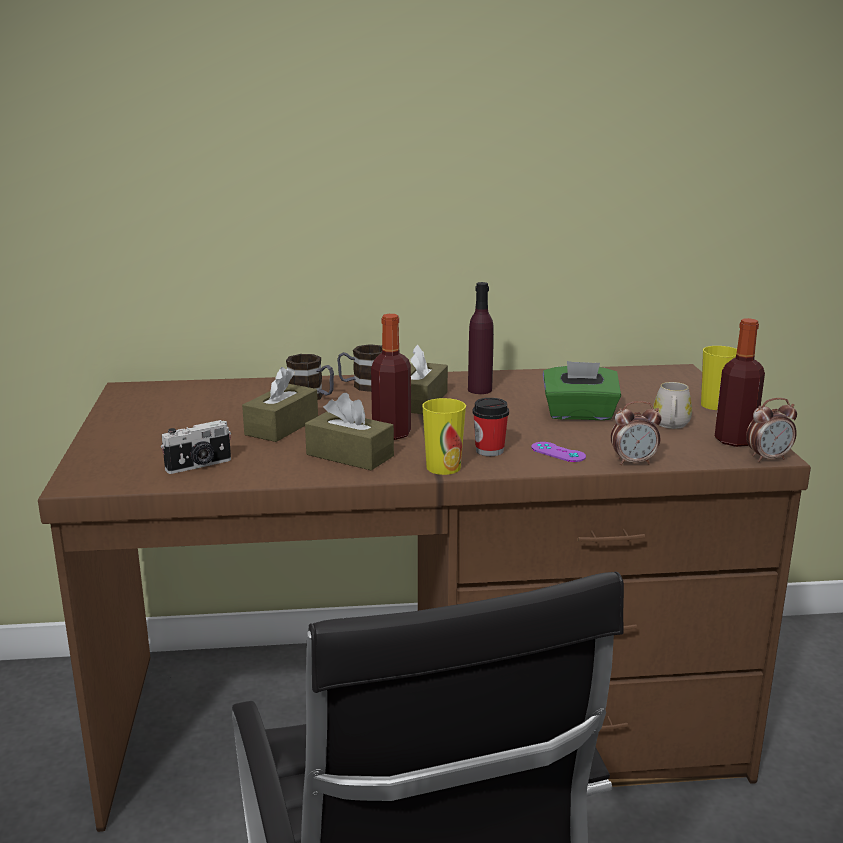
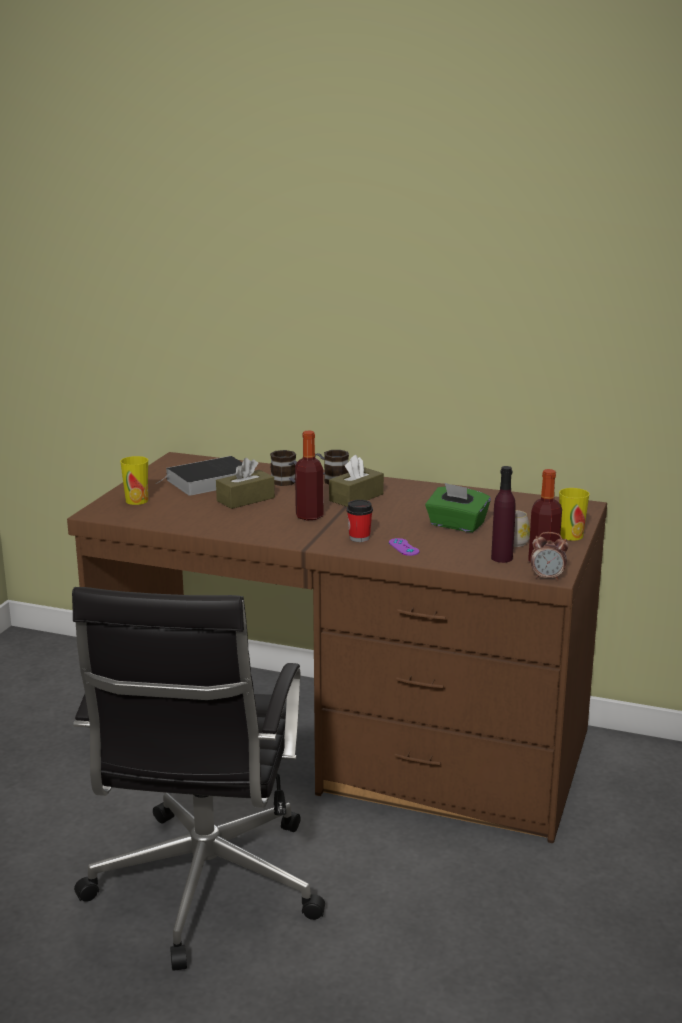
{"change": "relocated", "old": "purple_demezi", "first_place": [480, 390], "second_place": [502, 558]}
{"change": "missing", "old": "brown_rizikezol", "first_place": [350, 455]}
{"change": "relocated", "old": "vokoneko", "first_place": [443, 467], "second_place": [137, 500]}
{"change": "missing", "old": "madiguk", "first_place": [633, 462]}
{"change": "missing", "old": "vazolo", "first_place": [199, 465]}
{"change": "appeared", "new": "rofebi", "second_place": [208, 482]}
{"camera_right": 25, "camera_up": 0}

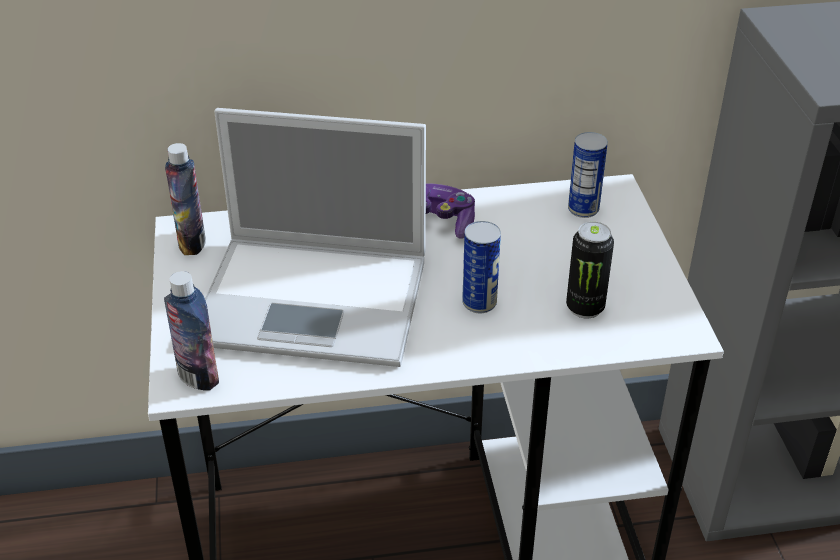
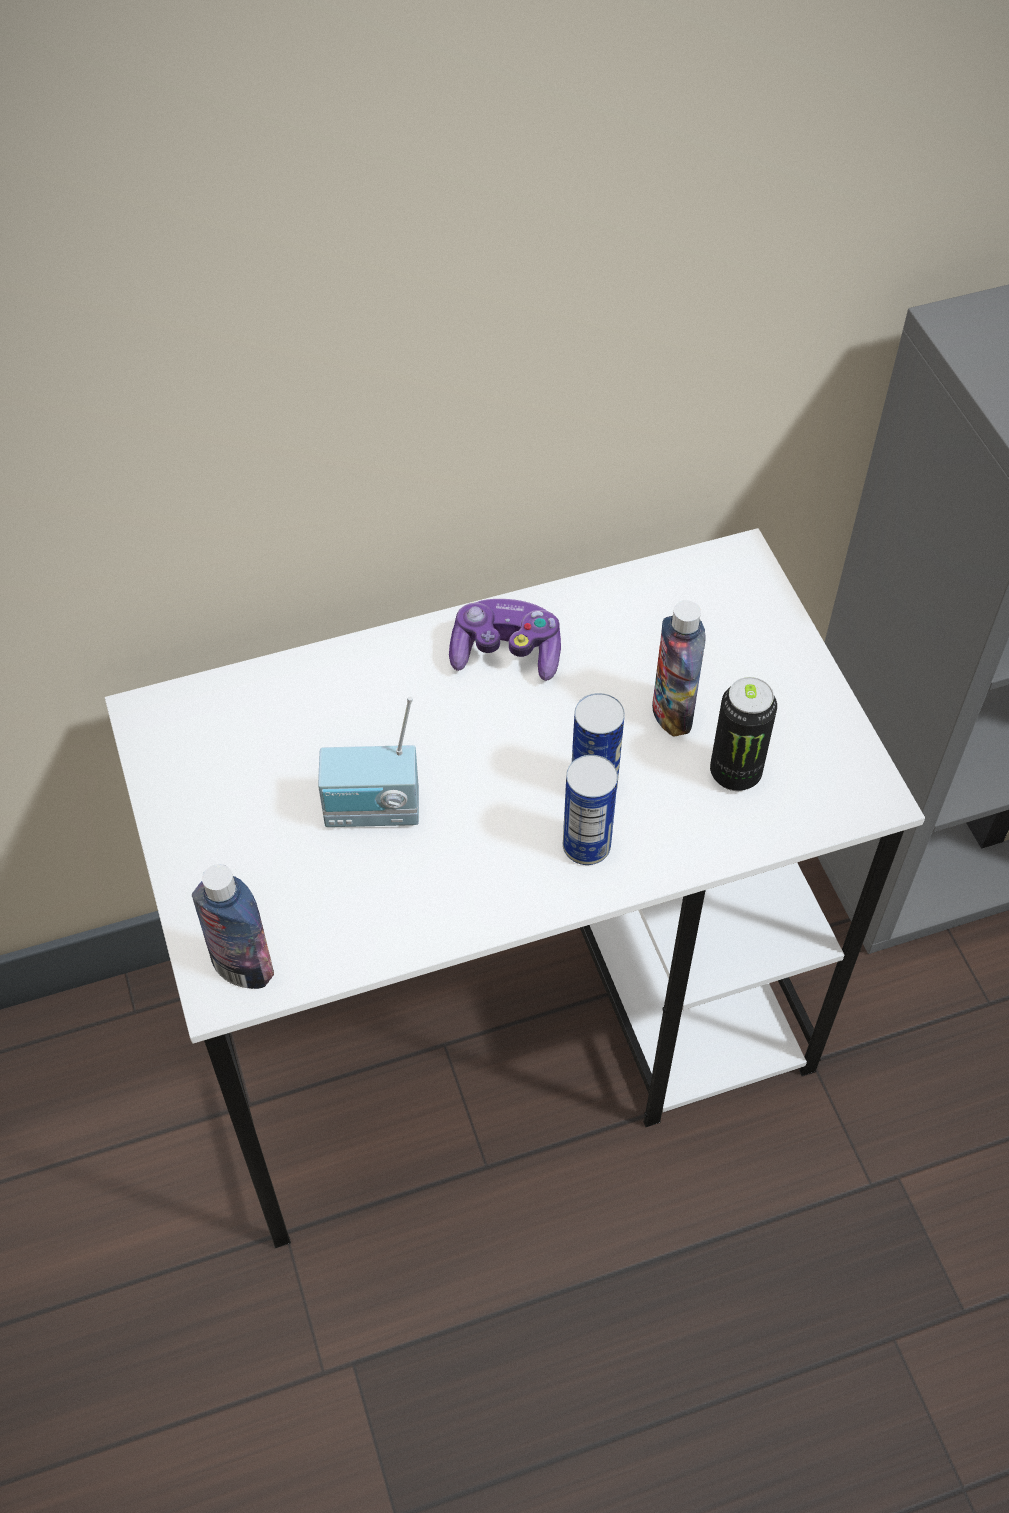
{"change": "exchanged", "old": "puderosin", "new": "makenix", "first_place": [317, 300], "second_place": [372, 813]}
{"change": "relocated", "old": "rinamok", "first_place": [583, 209], "second_place": [586, 846]}
{"change": "relocated", "old": "demezi", "first_place": [192, 243], "second_place": [672, 713]}
{"camera_right": -10, "camera_up": 15}

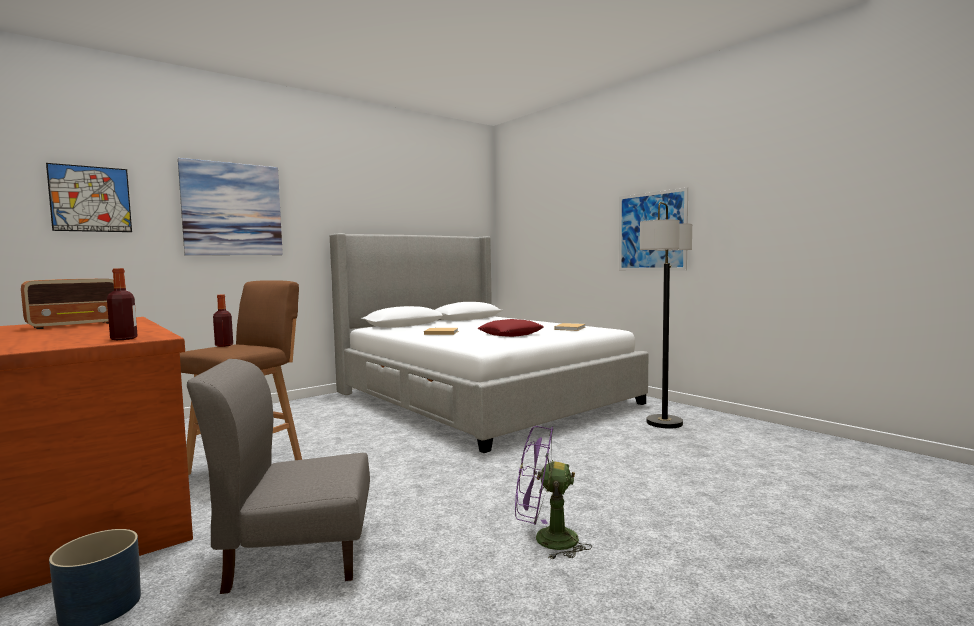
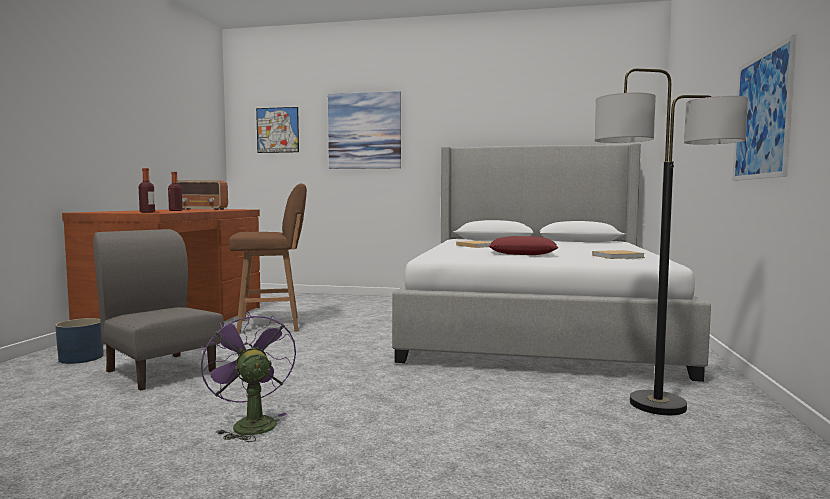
{"change": "relocated", "old": "demezi", "first_place": [224, 345], "second_place": [175, 210]}
{"camera_right": 50, "camera_up": 0}

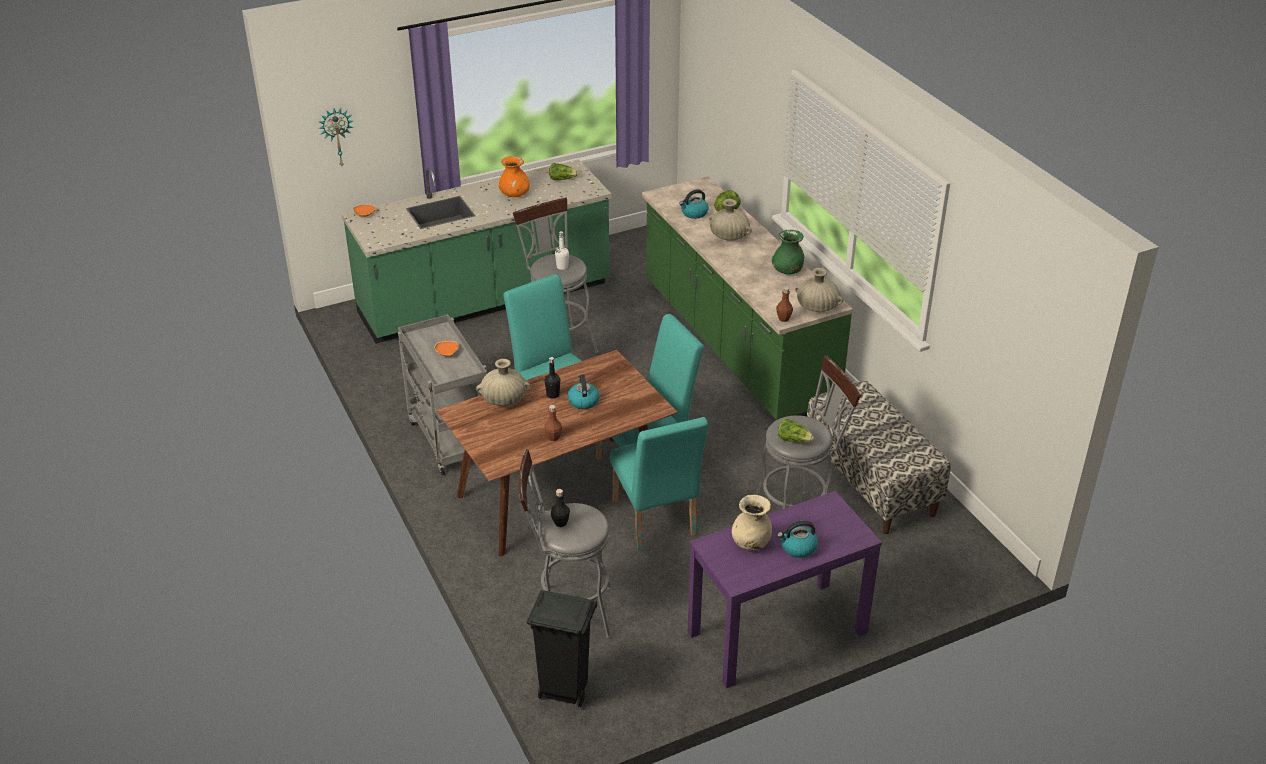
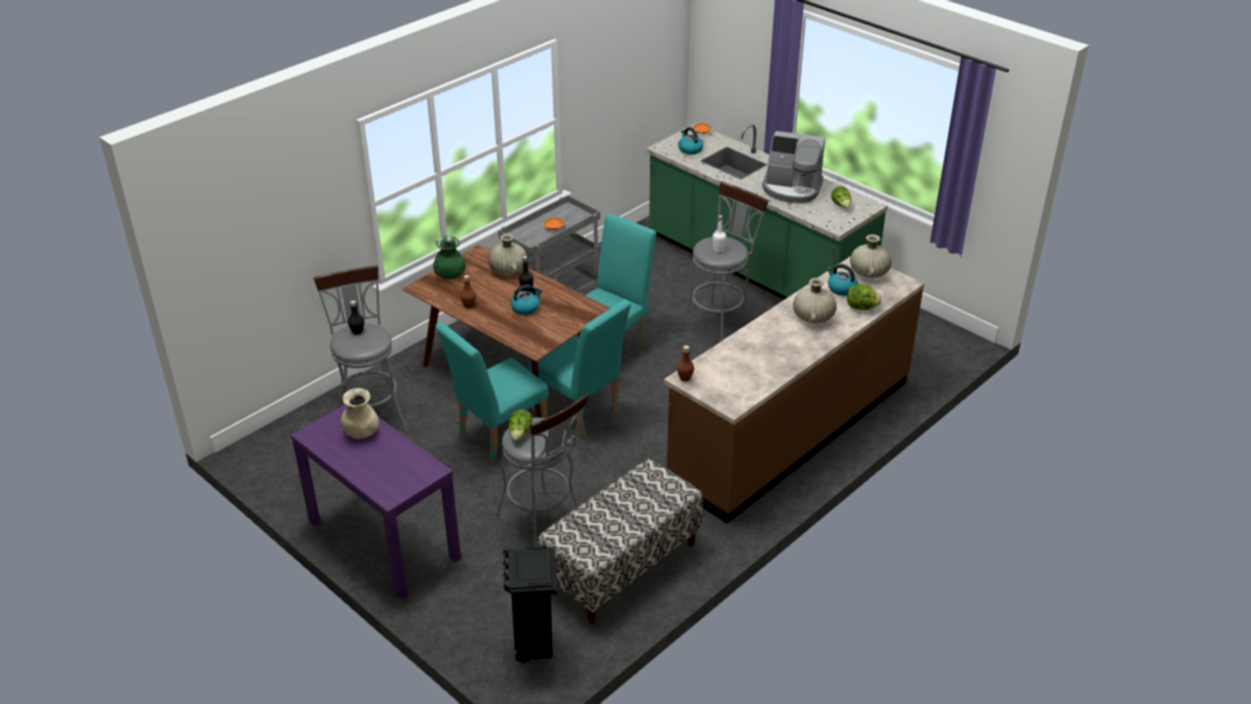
{"change": "missing", "old": "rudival", "first_place": [337, 136]}
{"change": "exchanged", "old": "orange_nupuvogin", "new": "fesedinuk", "first_place": [515, 195], "second_place": [792, 189]}
{"change": "colour", "old": "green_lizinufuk", "new": "brown_lizinufuk", "first_place": [735, 346], "second_place": [790, 430]}
{"change": "relocated", "old": "green_nupuvogin", "first_place": [787, 271], "second_place": [450, 275]}
{"change": "relocated", "old": "beige_nupuvogin", "first_place": [817, 307], "second_place": [868, 273]}
{"change": "relocated", "old": "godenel", "first_place": [798, 548], "second_place": [690, 149]}
{"change": "relocated", "old": "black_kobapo", "first_place": [564, 691], "second_place": [534, 644]}
{"camera_right": 70, "camera_up": 0}

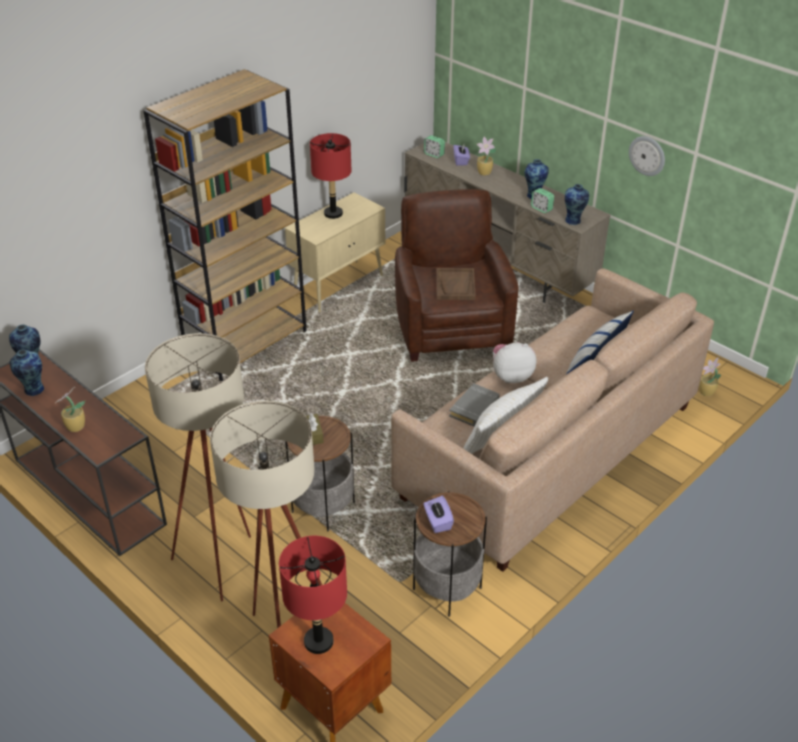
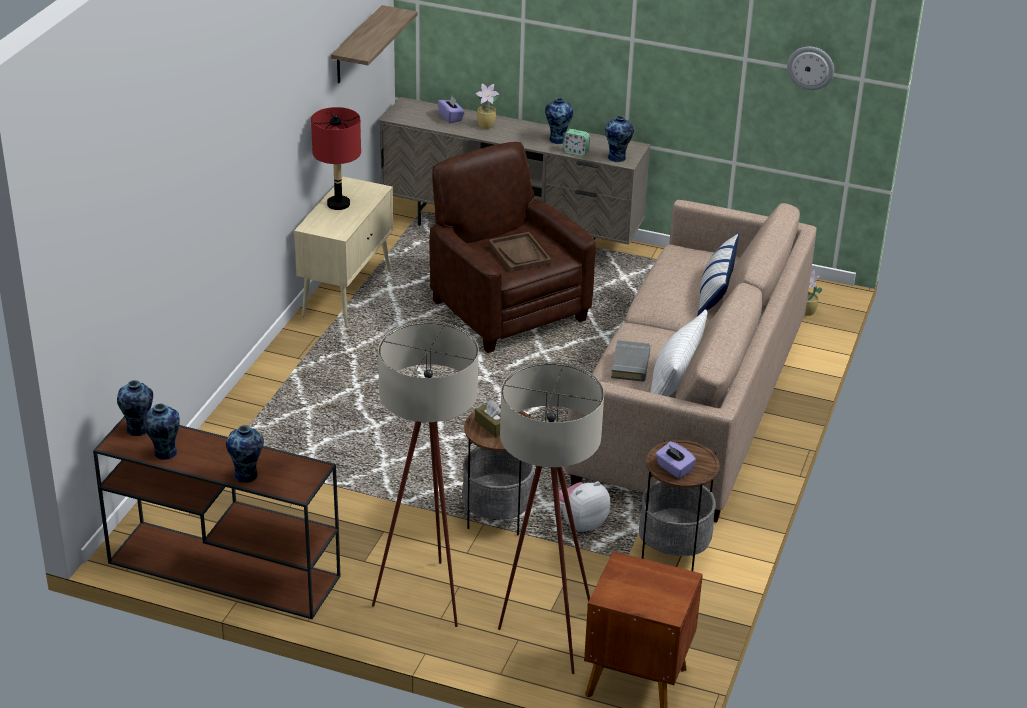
{"change": "missing", "old": "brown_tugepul", "first_place": [246, 343]}
{"change": "missing", "old": "madiguk", "first_place": [434, 154]}
{"change": "relocated", "old": "rudival", "first_place": [647, 155], "second_place": [810, 67]}
{"change": "relocated", "old": "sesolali", "first_place": [511, 376], "second_place": [581, 523]}
{"change": "exchanged", "old": "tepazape", "new": "nupuvogin", "first_place": [75, 427], "second_place": [247, 476]}
{"change": "missing", "old": "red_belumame", "first_place": [318, 642]}
{"change": "appeared", "new": "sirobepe", "second_place": [357, 46]}
{"camera_right": -25, "camera_up": -5}

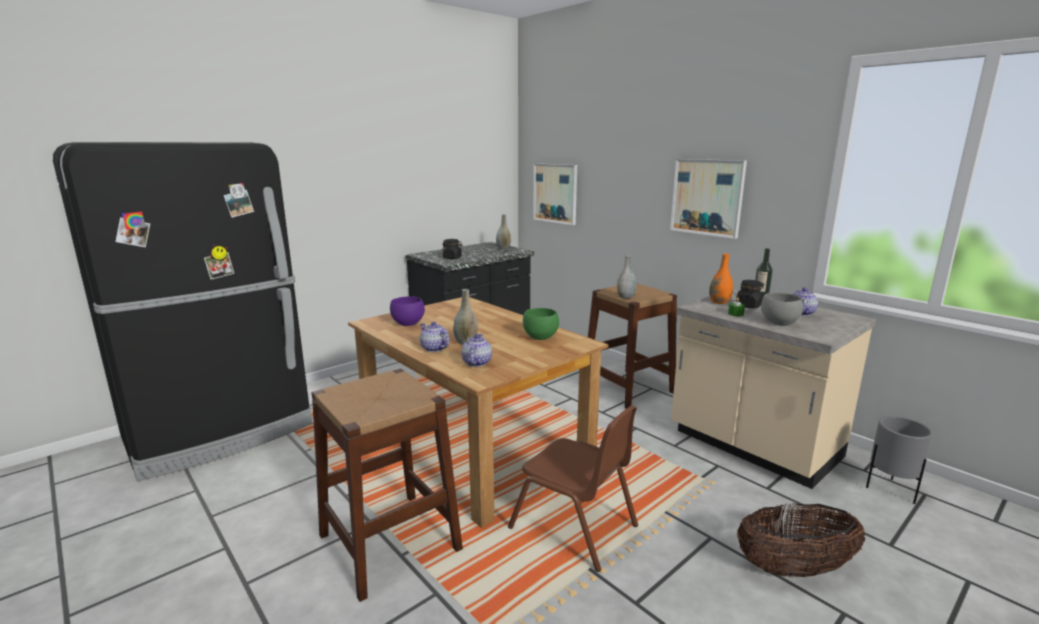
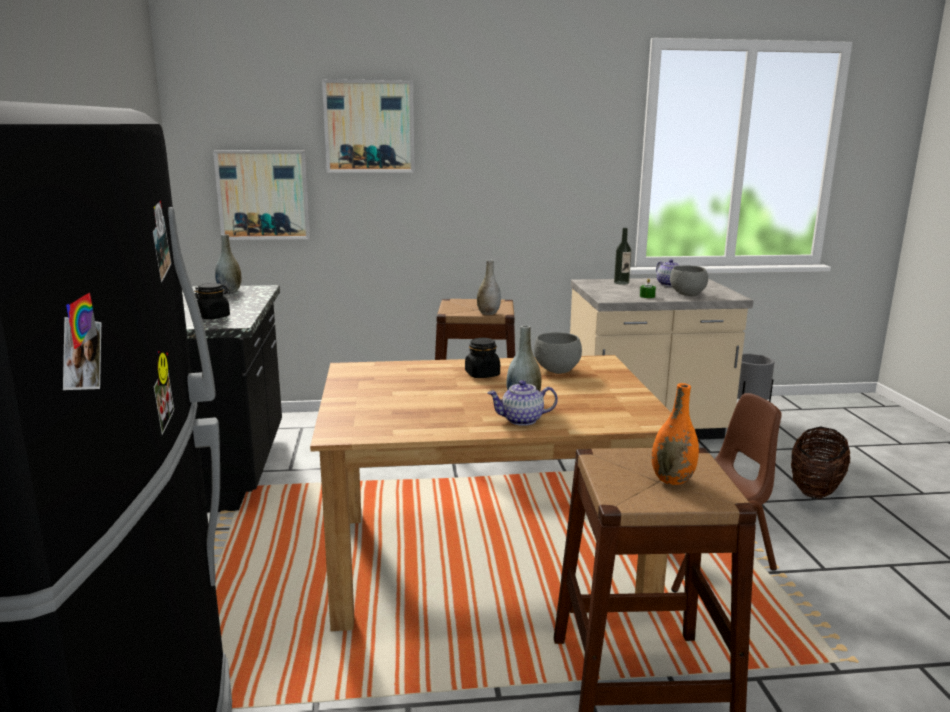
{"change": "relocated", "old": "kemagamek", "first_place": [707, 197], "second_place": [369, 127]}
{"change": "relocated", "old": "orange_nupuvogin", "first_place": [719, 302], "second_place": [672, 479]}
{"change": "relocated", "old": "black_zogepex", "first_place": [748, 306], "second_place": [482, 374]}
{"change": "missing", "old": "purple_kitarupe", "first_place": [407, 324]}
{"change": "colour", "old": "green_kitarupe", "new": "grey_kitarupe", "first_place": [540, 337], "second_place": [557, 371]}
{"change": "missing", "old": "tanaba", "first_place": [476, 362]}
{"camera_right": -55, "camera_up": 0}

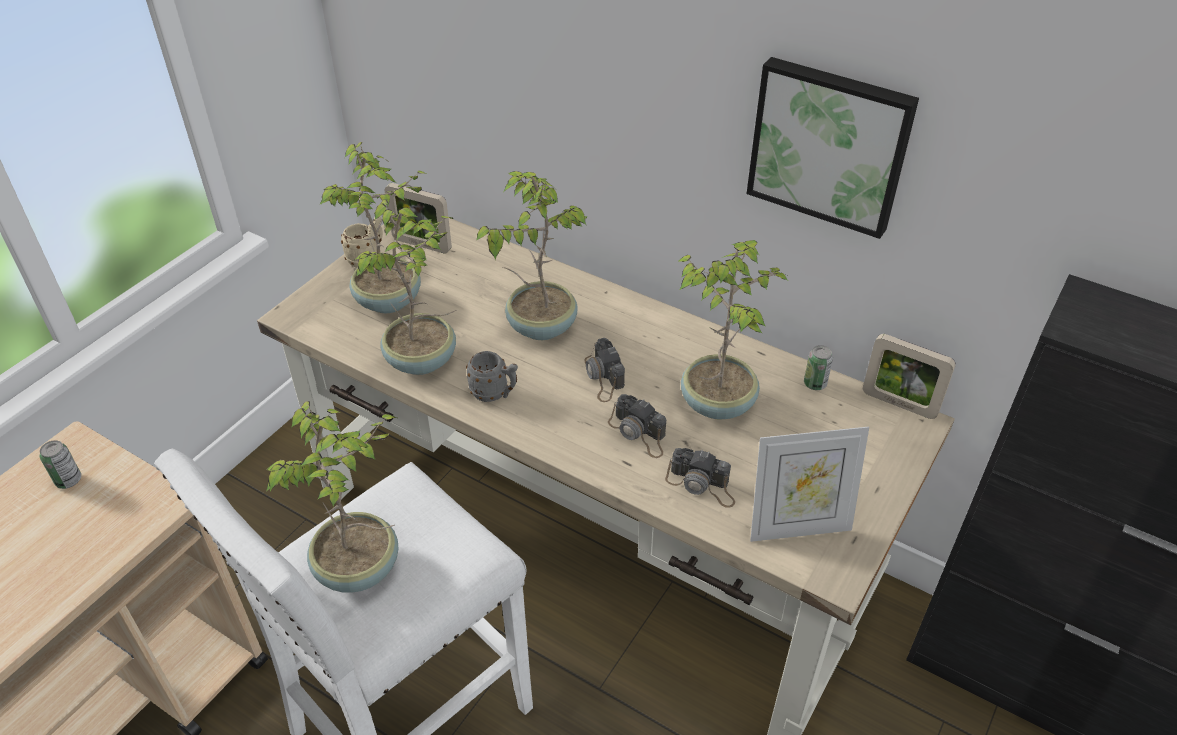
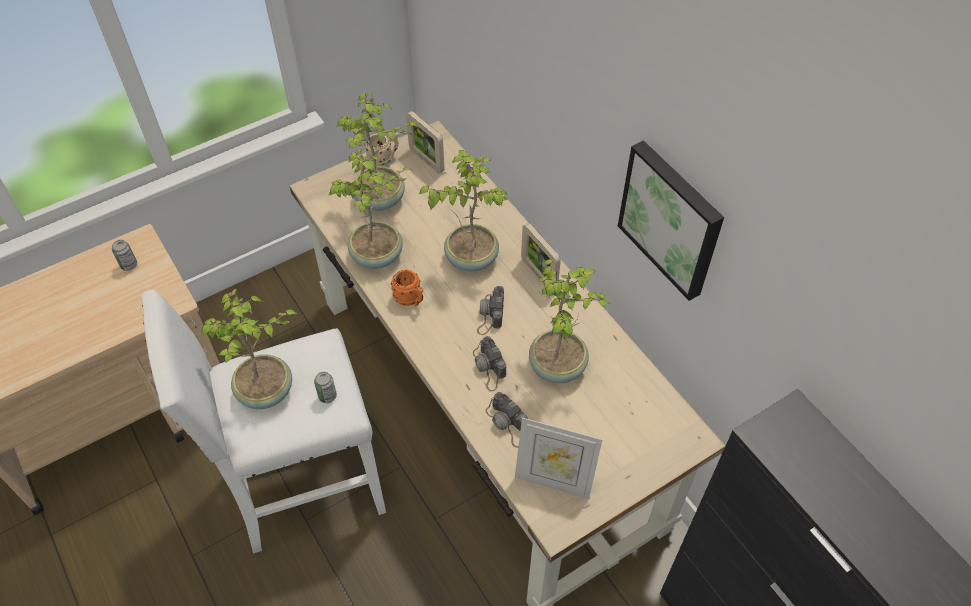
{"change": "relocated", "old": "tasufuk", "first_place": [899, 404], "second_place": [538, 275]}
{"change": "relocated", "old": "rinamok", "first_place": [815, 384], "second_place": [327, 396]}
{"change": "colour", "old": "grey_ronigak", "new": "orange_ronigak", "first_place": [495, 394], "second_place": [410, 300]}
{"camera_right": 25, "camera_up": 10}

